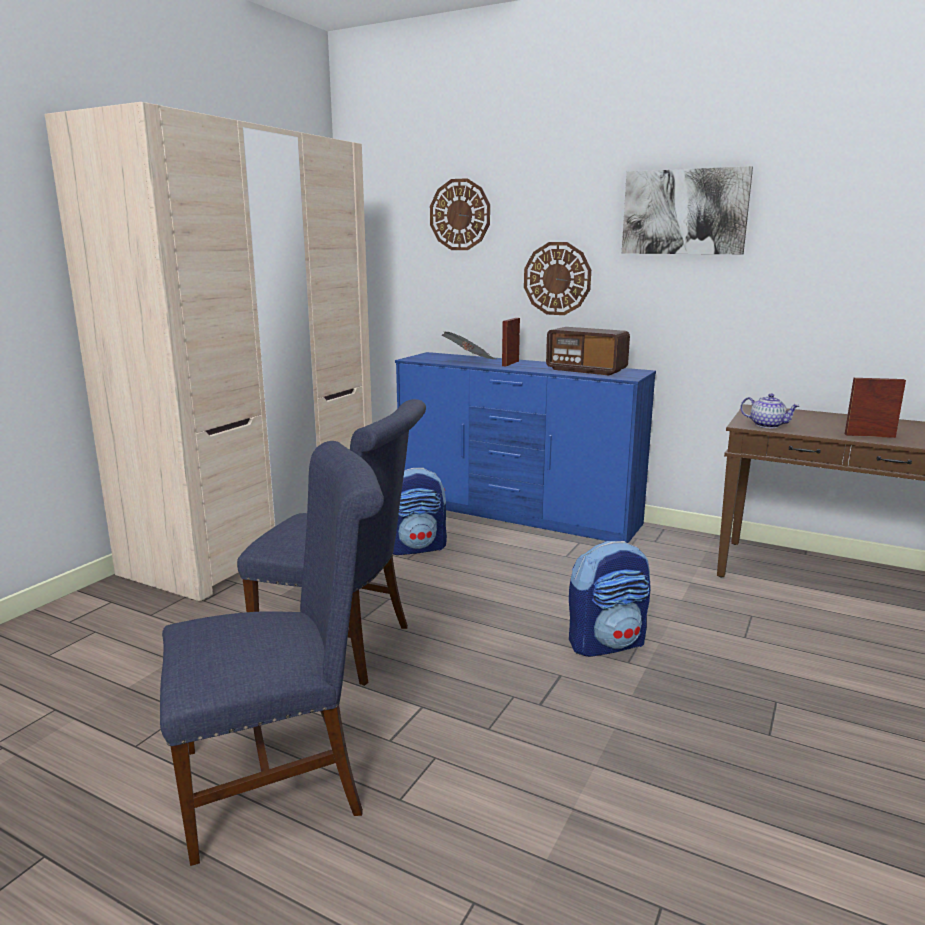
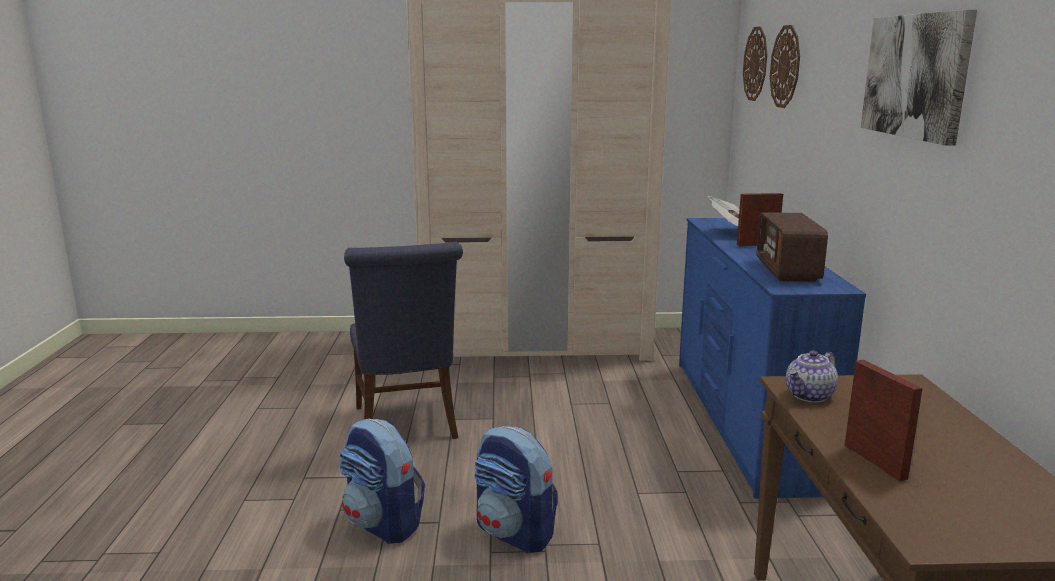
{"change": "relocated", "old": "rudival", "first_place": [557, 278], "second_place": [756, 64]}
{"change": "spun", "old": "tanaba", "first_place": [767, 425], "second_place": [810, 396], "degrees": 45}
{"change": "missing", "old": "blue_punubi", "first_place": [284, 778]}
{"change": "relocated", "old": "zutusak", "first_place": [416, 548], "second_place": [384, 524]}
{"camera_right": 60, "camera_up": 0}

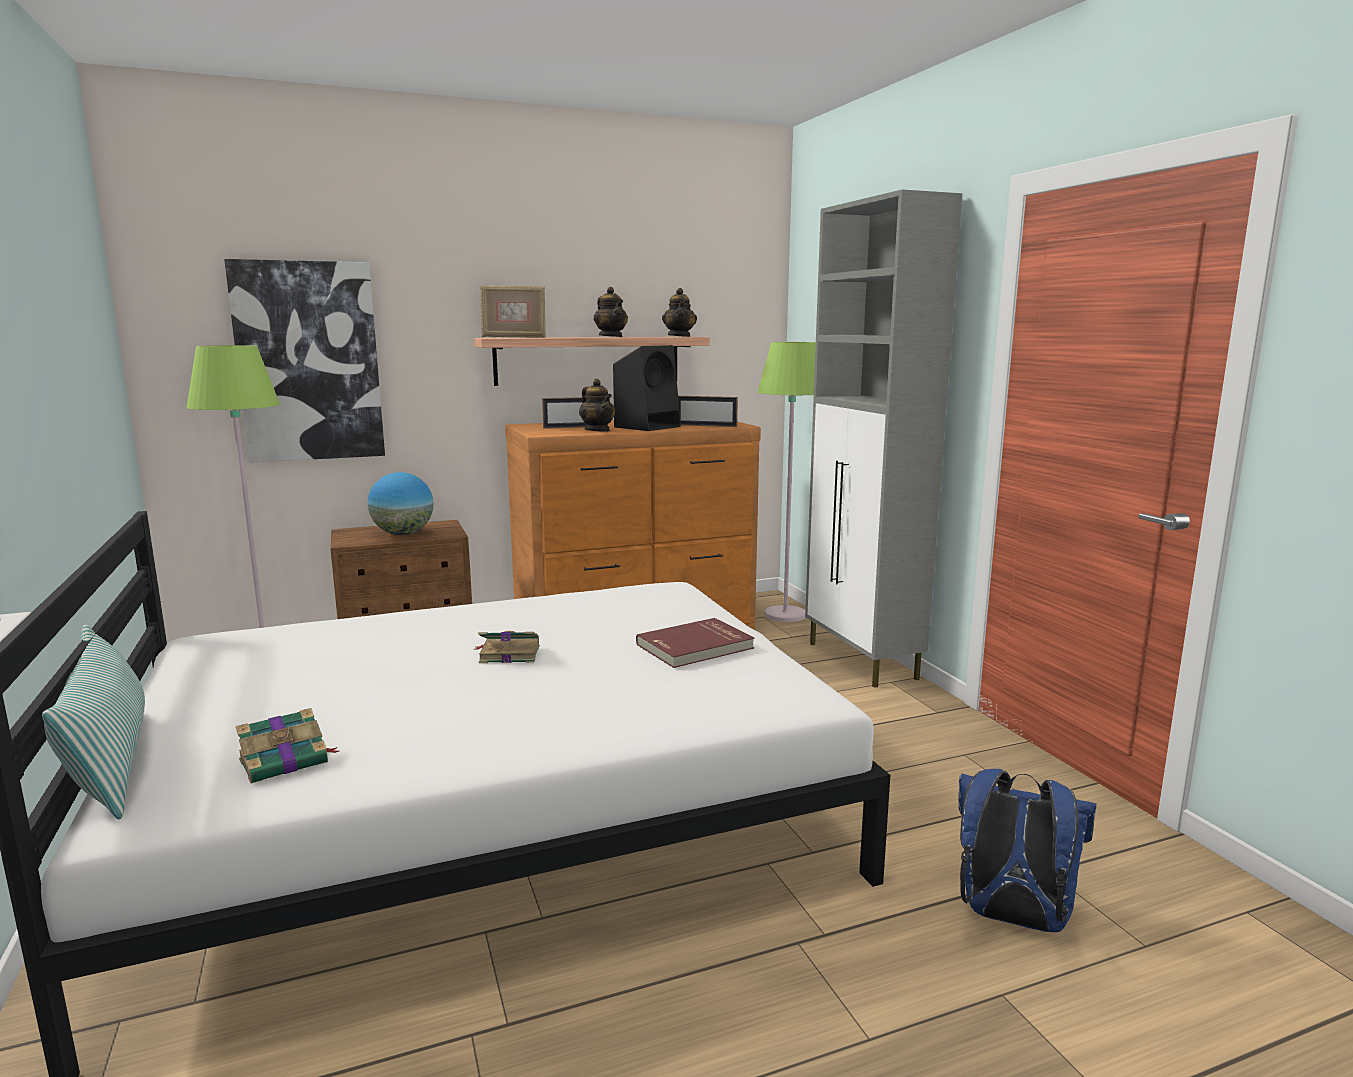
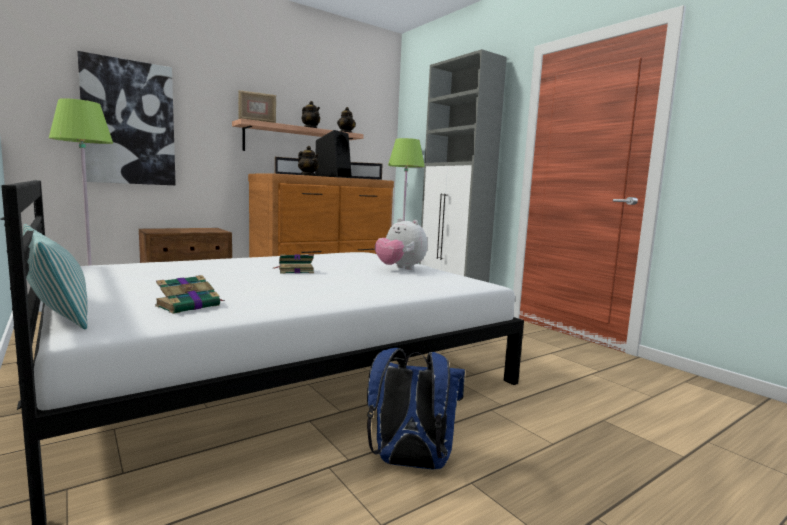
{"change": "missing", "old": "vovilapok", "first_place": [403, 534]}
{"change": "exchanged", "old": "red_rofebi", "new": "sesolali", "first_place": [696, 647], "second_place": [400, 269]}
{"change": "relocated", "old": "blue_zutusak", "first_place": [1011, 918], "second_place": [410, 463]}
{"camera_right": -15, "camera_up": -5}

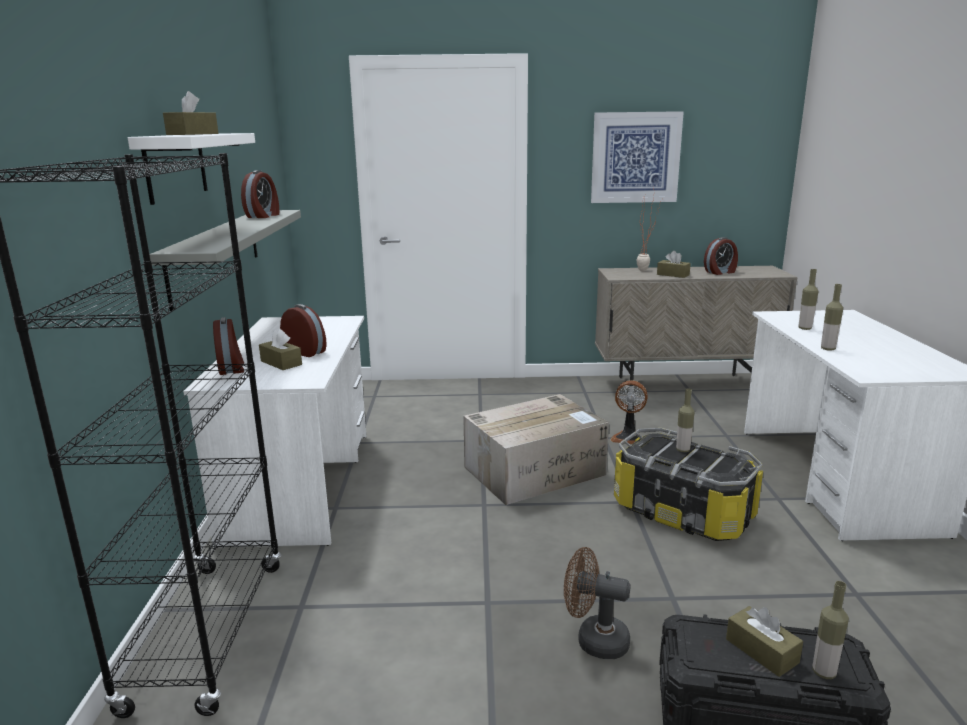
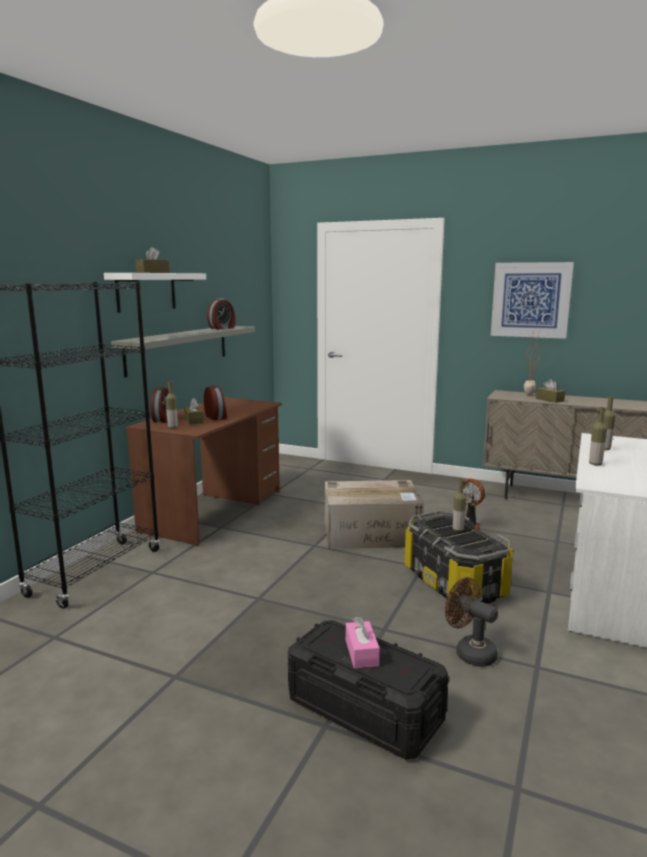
{"change": "missing", "old": "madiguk", "first_place": [720, 272]}
{"change": "colour", "old": "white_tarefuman", "new": "brown_tarefuman", "first_place": [301, 484], "second_place": [214, 510]}
{"change": "relocated", "old": "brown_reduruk", "first_place": [594, 640], "second_place": [469, 652]}
{"change": "relocated", "old": "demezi", "first_place": [824, 672], "second_place": [172, 427]}
{"change": "colour", "old": "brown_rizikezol", "new": "pink_rizikezol", "first_place": [761, 651], "second_place": [361, 652]}
{"camera_right": 25, "camera_up": -5}

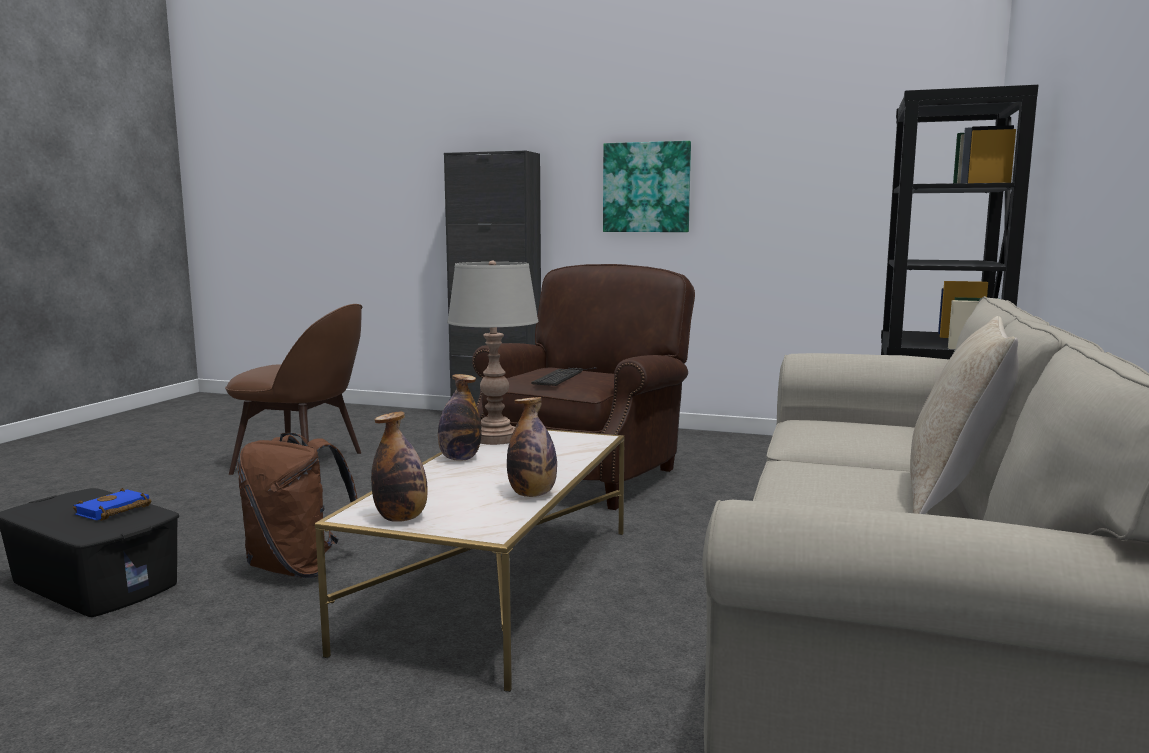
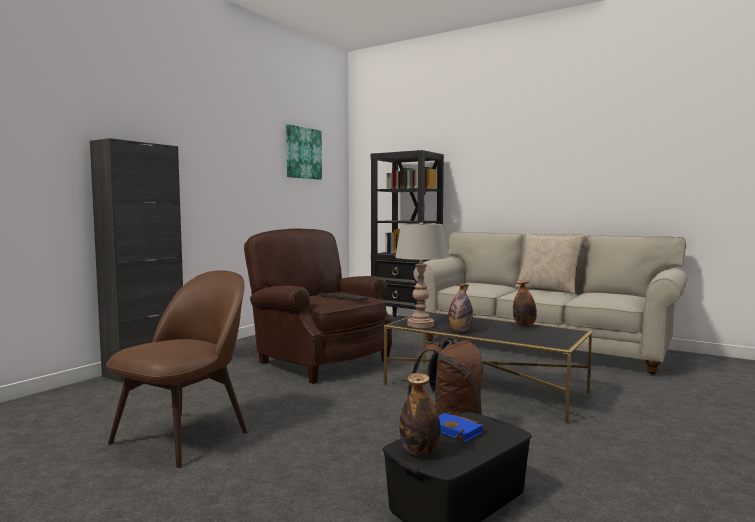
{"change": "relocated", "old": "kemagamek", "first_place": [646, 187], "second_place": [303, 153]}
{"change": "relocated", "old": "demezi", "first_place": [401, 518], "second_place": [419, 451]}
{"change": "colour", "old": "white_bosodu", "new": "black_bosodu", "first_place": [498, 585], "second_place": [484, 388]}
{"camera_right": -75, "camera_up": -5}

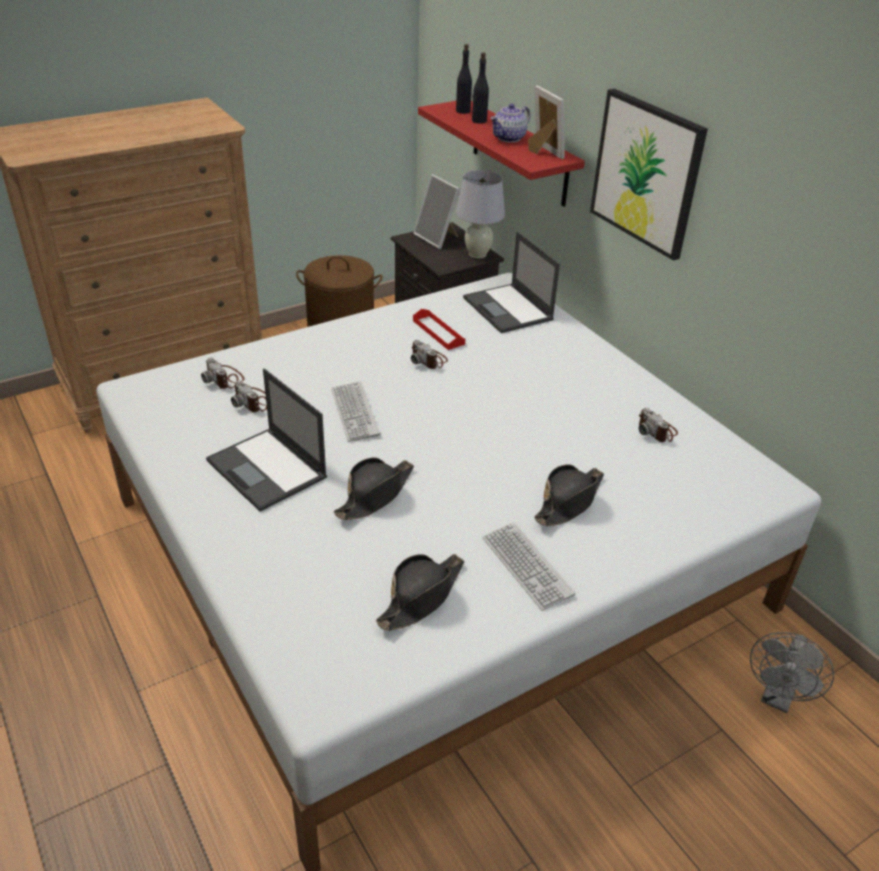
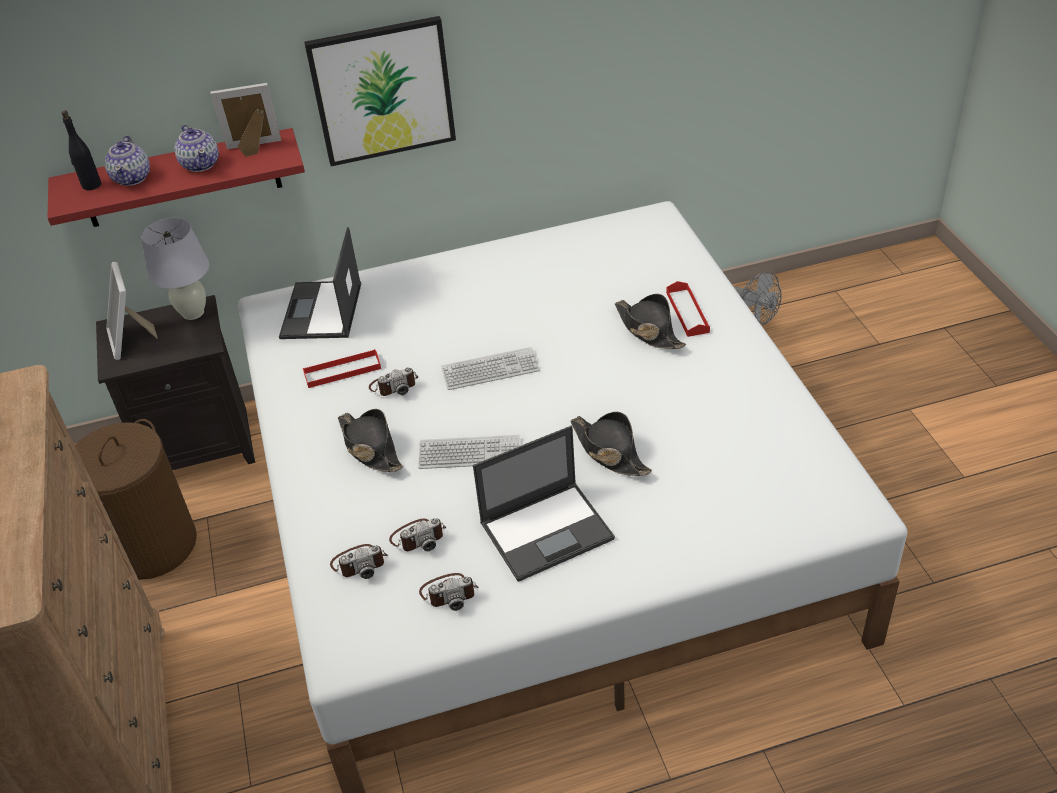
{"change": "exchanged", "old": "black_demezi", "new": "tanaba", "first_place": [479, 121], "second_place": [132, 178]}
{"change": "spun", "old": "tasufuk", "first_place": [438, 238], "second_place": [131, 339], "degrees": 90}
{"change": "spun", "old": "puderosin", "first_place": [508, 309], "second_place": [321, 311], "degrees": 105}
{"change": "relocated", "old": "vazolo", "first_place": [657, 430], "second_place": [449, 592]}
{"change": "relocated", "old": "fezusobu", "first_place": [527, 566], "second_place": [490, 370]}
{"change": "relocated", "old": "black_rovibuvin", "first_place": [421, 597], "second_place": [370, 447]}
{"change": "appeared", "new": "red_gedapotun", "second_place": [687, 312]}
{"camera_right": -70, "camera_up": 5}

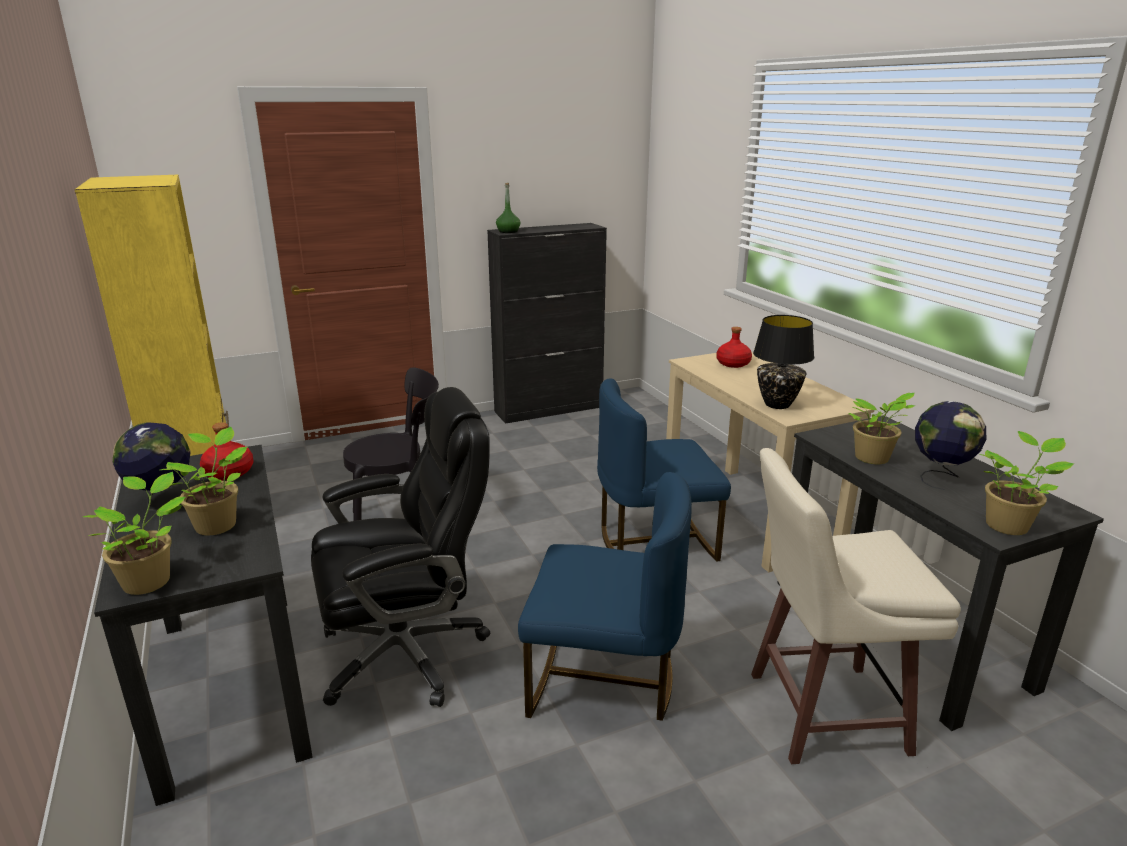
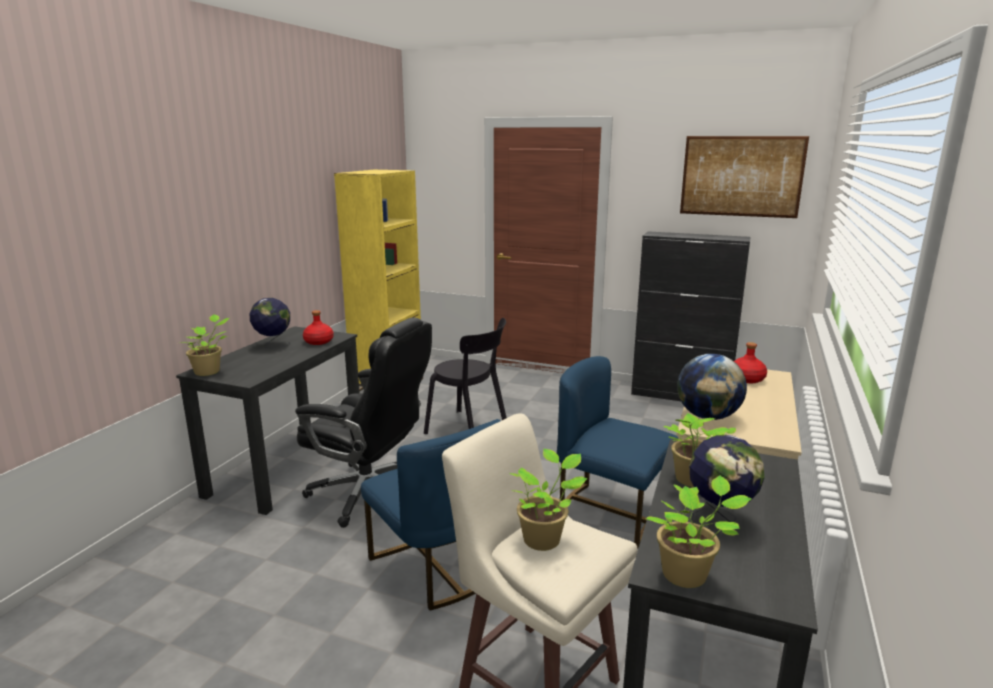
{"change": "missing", "old": "green_demezi", "first_place": [508, 231]}
{"change": "exchanged", "old": "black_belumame", "new": "vovilapok", "first_place": [776, 404], "second_place": [708, 416]}
{"change": "relocated", "old": "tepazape", "first_place": [218, 524], "second_place": [544, 539]}
{"change": "appeared", "new": "kemagamek", "second_place": [741, 176]}
{"camera_right": 45, "camera_up": -5}

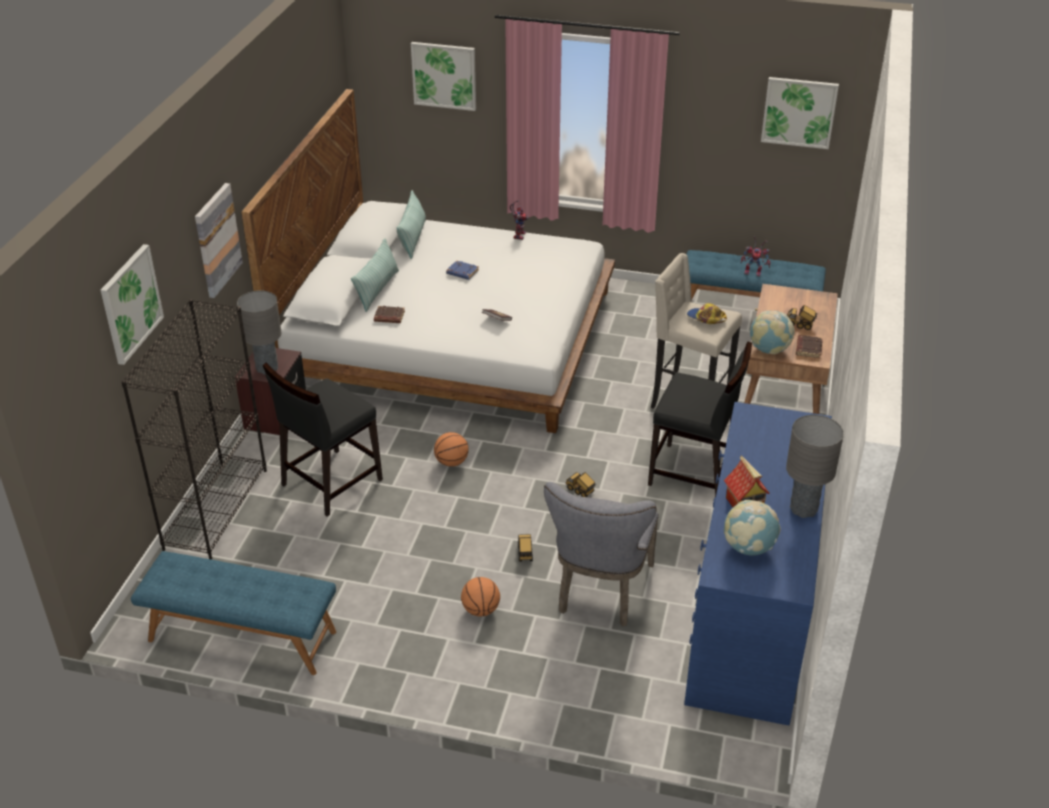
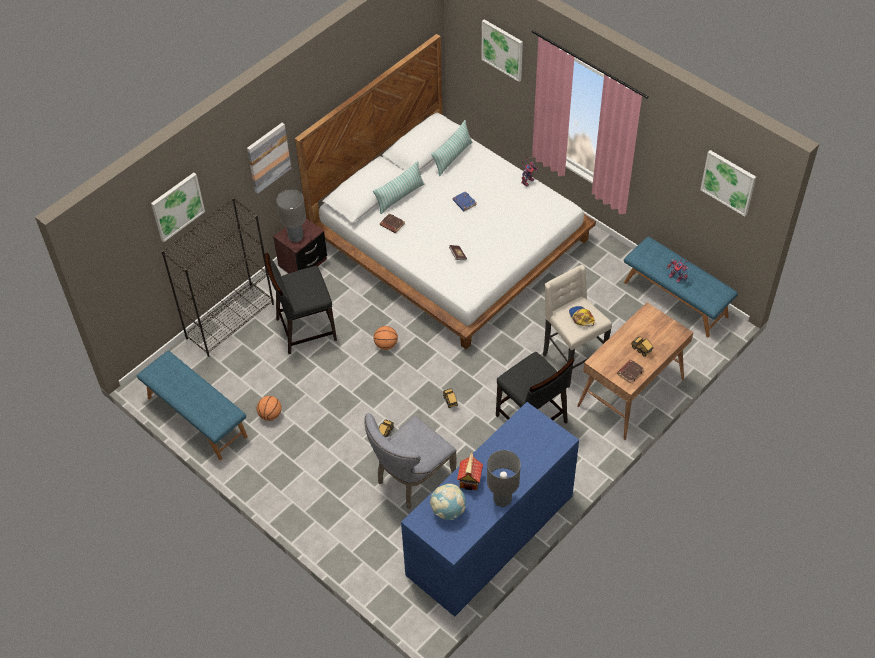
{"change": "missing", "old": "vovilapok", "first_place": [769, 350]}
{"change": "relocated", "old": "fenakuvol", "first_place": [481, 610], "second_place": [270, 415]}
{"camera_right": 30, "camera_up": 15}

